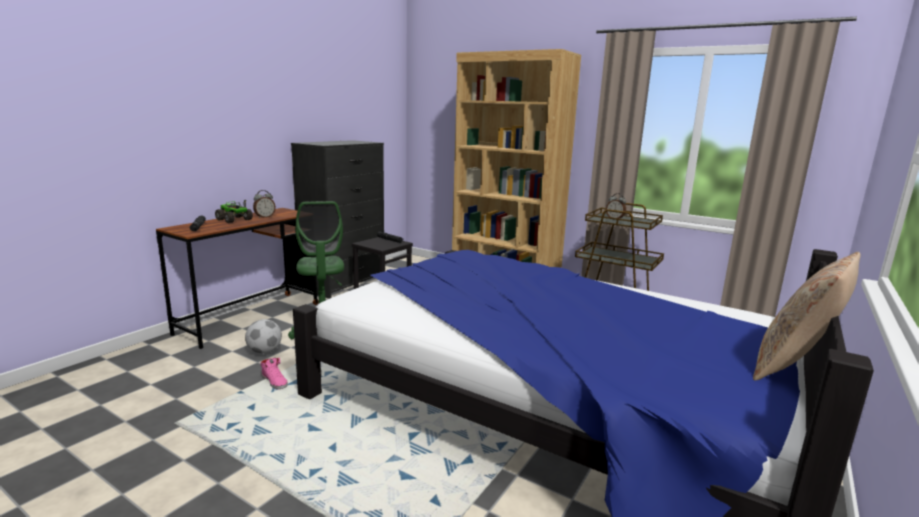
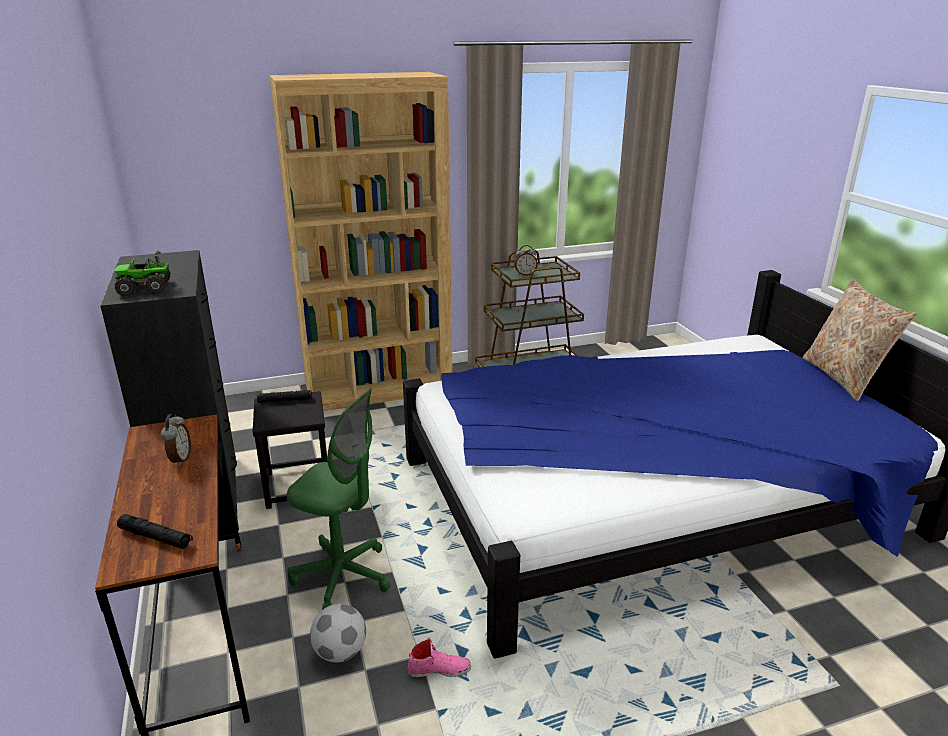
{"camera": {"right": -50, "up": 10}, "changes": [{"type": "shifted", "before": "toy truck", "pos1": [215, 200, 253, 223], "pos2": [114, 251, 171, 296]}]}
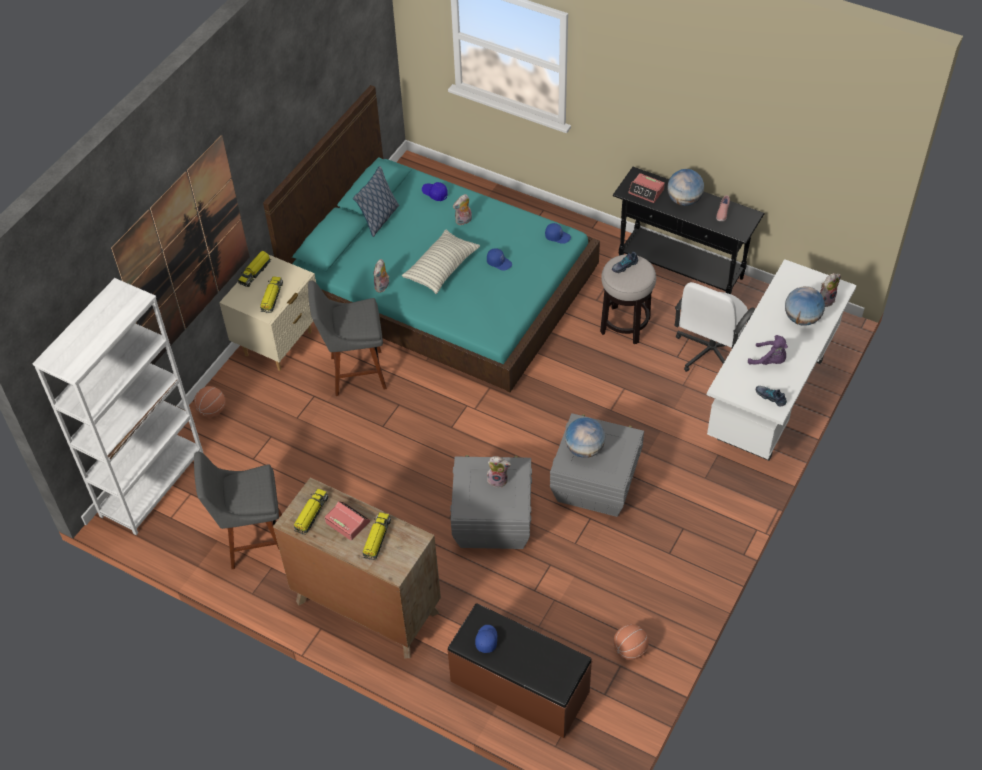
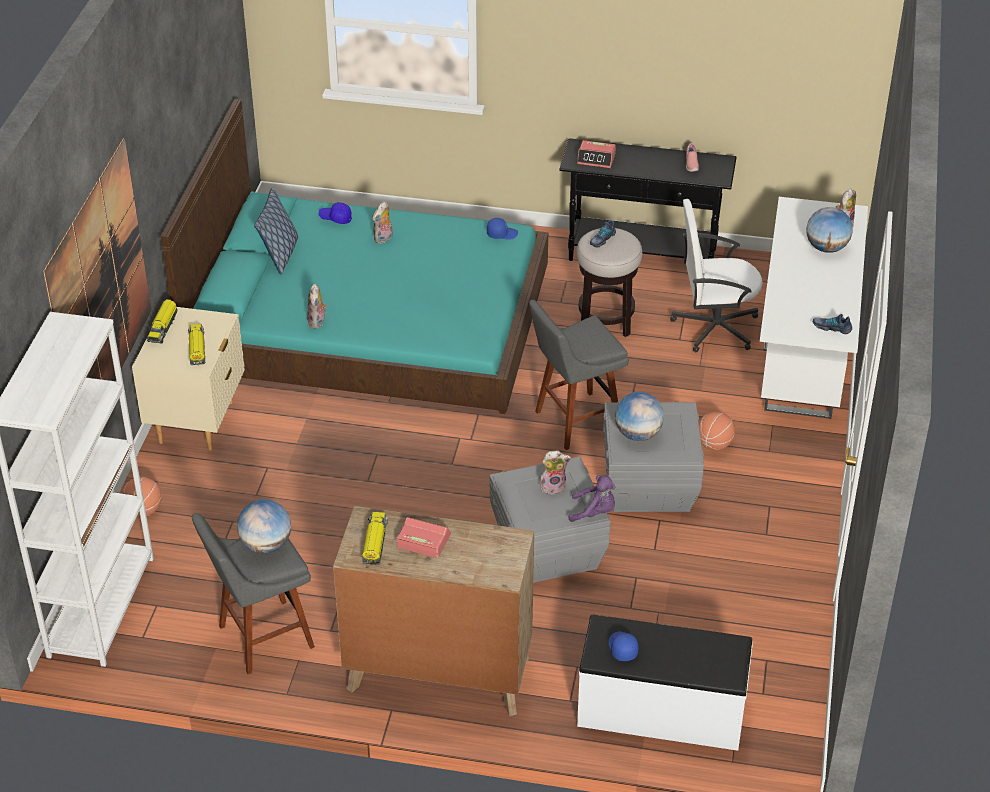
{"camera": {"right": -20, "up": -10}, "changes": [{"type": "gone", "before": "toy truck", "pos1": [363, 512, 391, 560]}, {"type": "gone", "before": "pillow", "pos1": [402, 229, 480, 294]}, {"type": "gone", "before": "cap in blue", "pos1": [487, 248, 512, 271]}, {"type": "shifted", "before": "stool in grey", "pos1": [308, 280, 387, 396], "pos2": [529, 300, 629, 450]}, {"type": "shifted", "before": "basketball", "pos1": [613, 624, 649, 660], "pos2": [699, 412, 735, 450]}, {"type": "shifted", "before": "globe", "pos1": [667, 169, 704, 206], "pos2": [237, 499, 291, 554]}, {"type": "shifted", "before": "plush toy in purple", "pos1": [748, 335, 788, 365], "pos2": [568, 475, 616, 522]}, {"type": "repainted", "before": "bench in brown", "after": "bench in white", "pos1": [447, 603, 592, 738], "pos2": [577, 615, 753, 751]}, {"type": "rotated", "before": "office chair in white", "pos1": [675, 282, 756, 372], "pos2": [670, 199, 763, 352], "turn": 75}]}
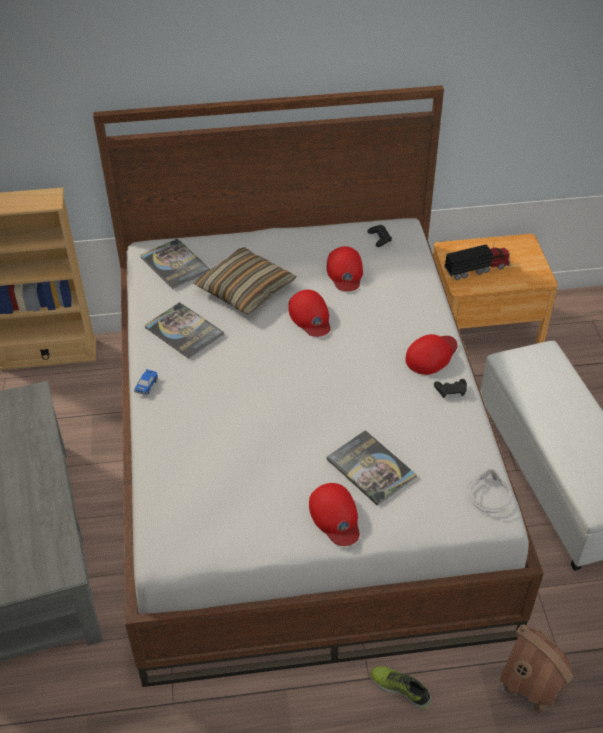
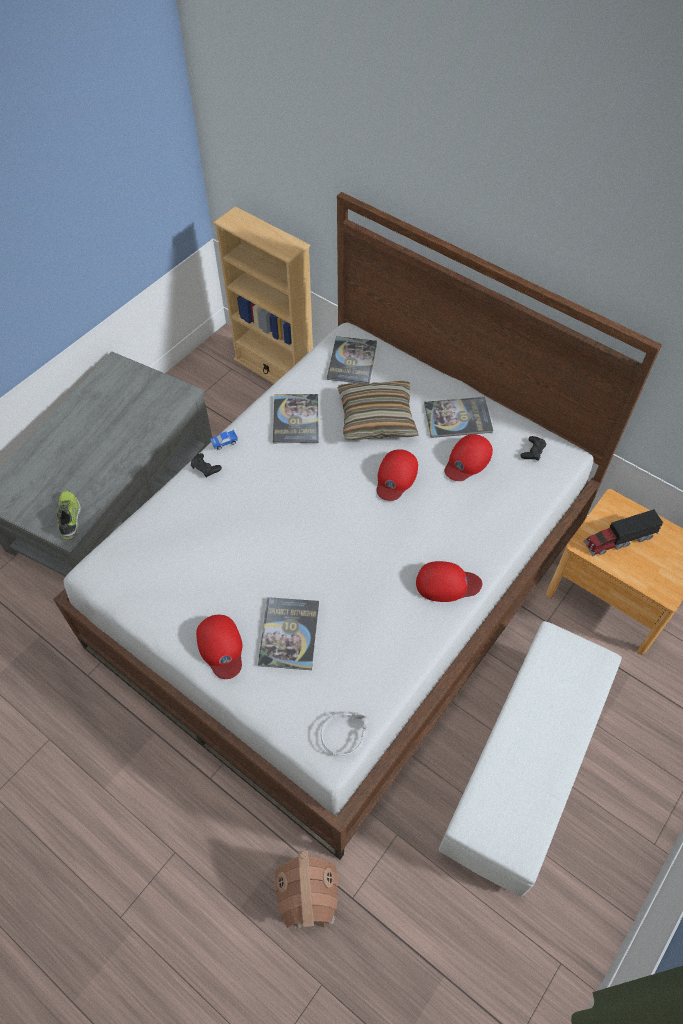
{"camera": {"right": 45, "up": 10}, "changes": [{"type": "new", "after": "book", "pos2": [424, 397, 493, 438]}, {"type": "shifted", "before": "shoe", "pos1": [370, 666, 432, 709], "pos2": [57, 491, 81, 540]}, {"type": "shifted", "before": "game controller in black", "pos1": [434, 379, 467, 398], "pos2": [191, 453, 222, 478]}, {"type": "rotated", "before": "cap in red", "pos1": [309, 483, 360, 546], "pos2": [196, 615, 243, 679], "turn": -45}, {"type": "rotated", "before": "toy truck", "pos1": [444, 244, 510, 280], "pos2": [584, 509, 663, 556], "turn": 135}]}
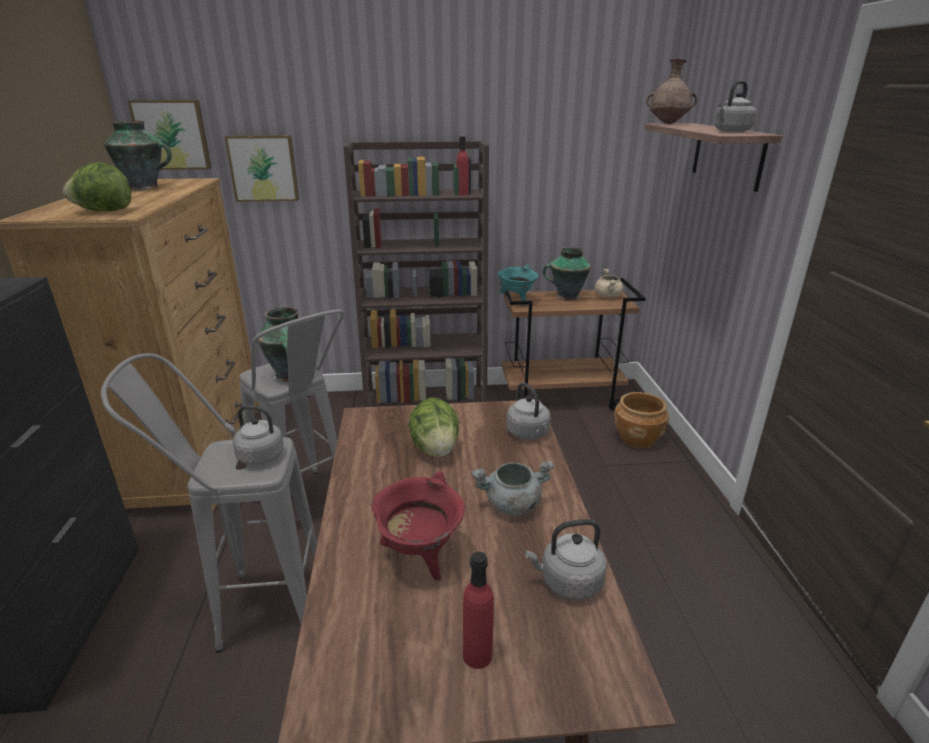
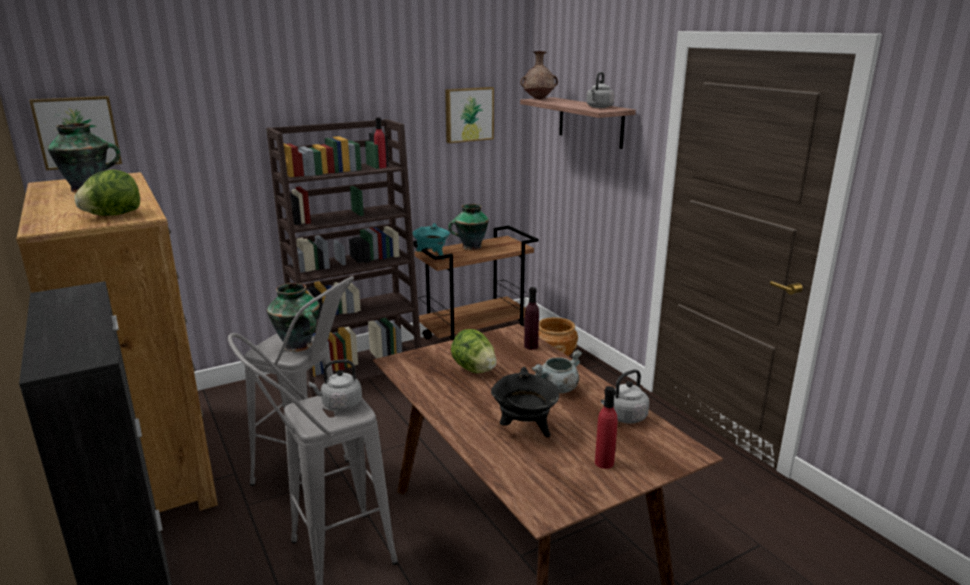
{"camera": {"right": -25, "up": -5}, "changes": [{"type": "gone", "before": "cooking pot in beige", "pos1": [595, 269, 623, 297]}, {"type": "shifted", "before": "picture", "pos1": [225, 135, 299, 202], "pos2": [445, 87, 494, 143]}, {"type": "swapped", "before": "kettle in grey", "after": "bottle in purple", "pos1": [506, 383, 551, 440], "pos2": [524, 287, 539, 350]}, {"type": "repainted", "before": "cooking pot in red", "after": "cooking pot in black", "pos1": [371, 471, 465, 580], "pos2": [491, 367, 560, 437]}]}
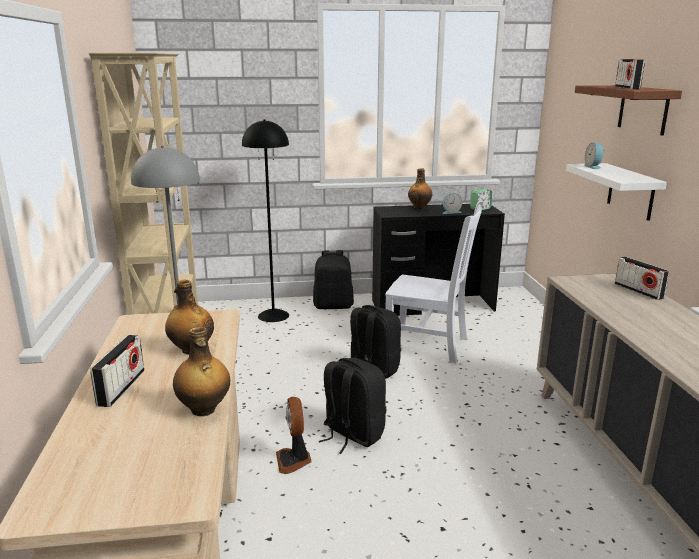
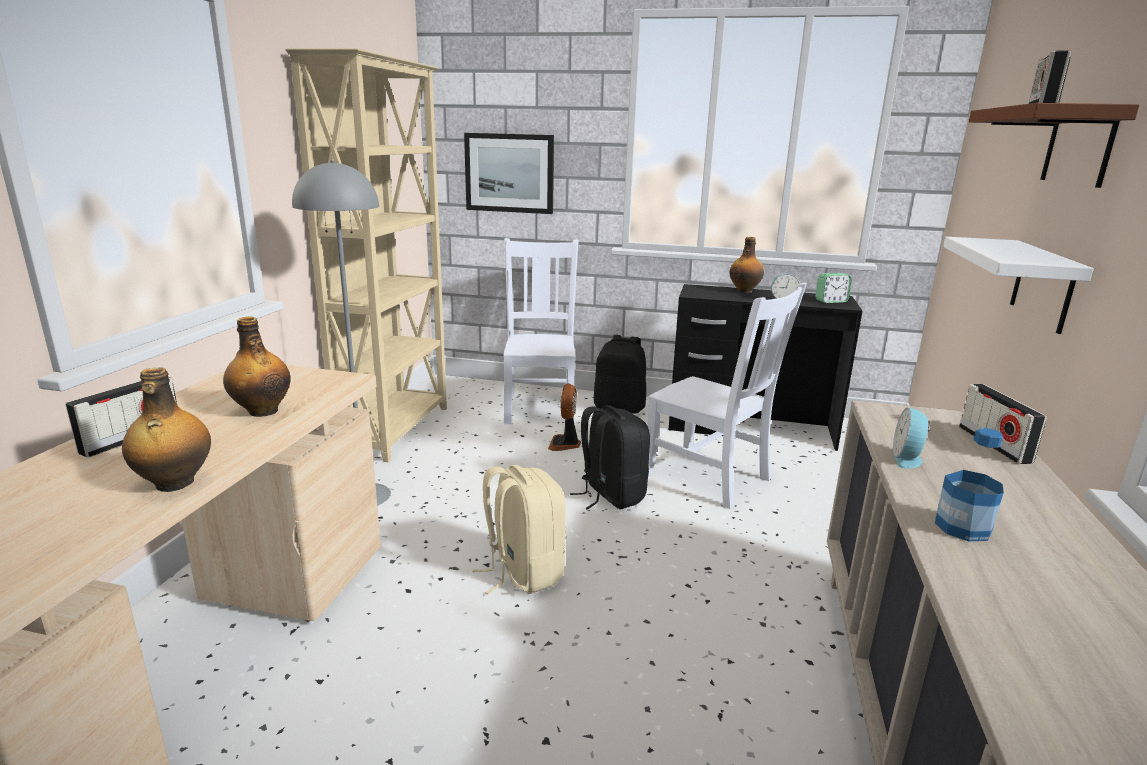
{"camera": {"right": 20, "up": 0}, "changes": [{"type": "new", "after": "picture", "pos2": [464, 133, 554, 214]}, {"type": "new", "after": "bottle", "pos2": [935, 428, 1004, 541]}, {"type": "shifted", "before": "fan", "pos1": [276, 397, 312, 474], "pos2": [548, 384, 581, 451]}, {"type": "shifted", "before": "alarm clock", "pos1": [584, 142, 604, 169], "pos2": [892, 408, 933, 469]}, {"type": "swapped", "before": "floor lamp in black", "after": "chair in white", "pos1": [242, 119, 289, 322], "pos2": [503, 238, 579, 424]}, {"type": "repainted", "before": "backpack in black", "after": "backpack in beige", "pos1": [318, 358, 386, 454], "pos2": [472, 465, 566, 594]}]}
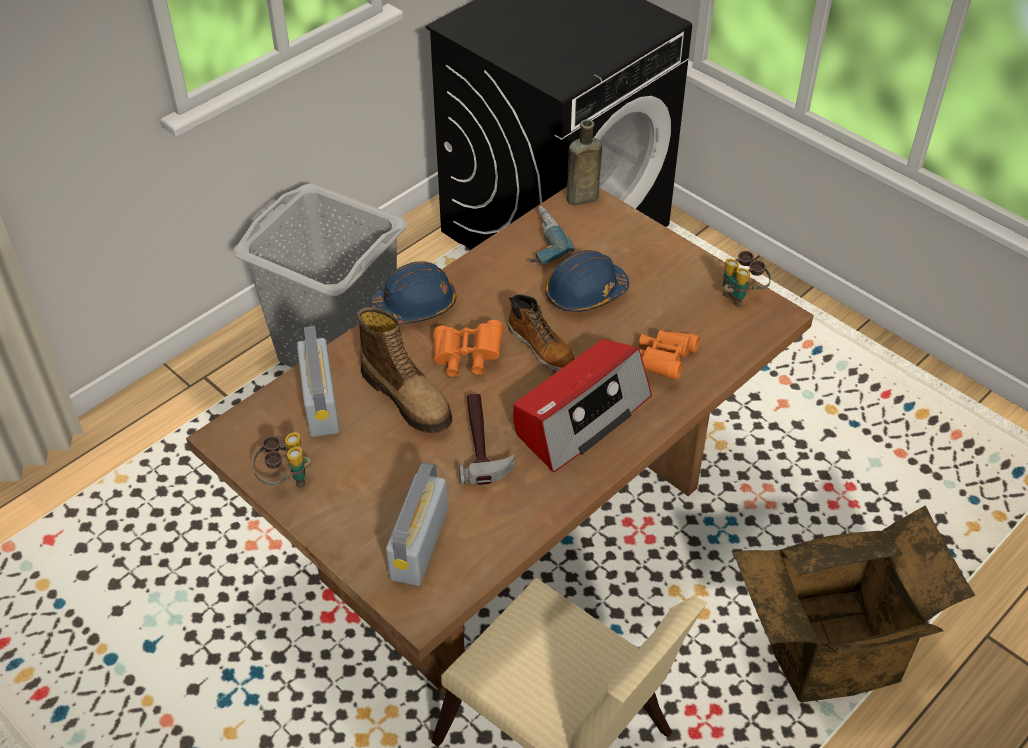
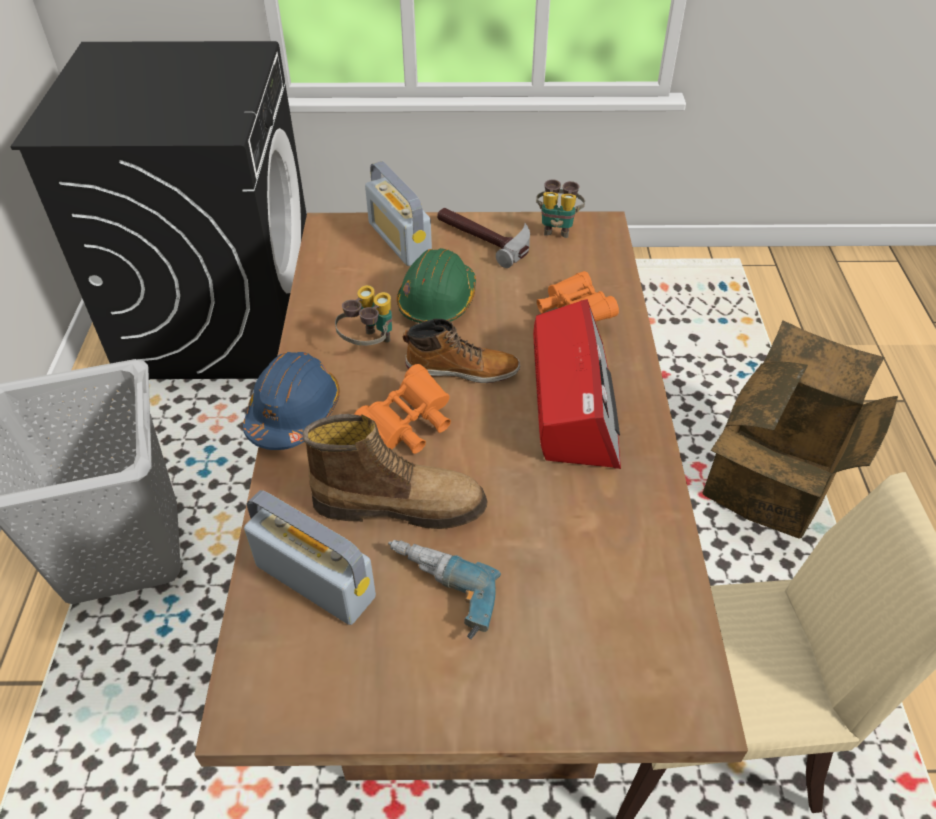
{"camera": {"right": -45, "up": 0}, "changes": [{"type": "gone", "before": "bottle in brown", "pos1": [566, 119, 602, 206]}, {"type": "shifted", "before": "binoculars", "pos1": [253, 432, 312, 488], "pos2": [335, 285, 392, 346]}, {"type": "shifted", "before": "radio", "pos1": [386, 462, 448, 586], "pos2": [365, 161, 432, 266]}, {"type": "shifted", "before": "hammer", "pos1": [459, 393, 516, 486], "pos2": [437, 208, 530, 268]}, {"type": "shifted", "before": "power drill", "pos1": [530, 206, 574, 265], "pos2": [388, 540, 501, 639]}, {"type": "repainted", "before": "hard hat in blue", "after": "hard hat in green", "pos1": [545, 250, 629, 312], "pos2": [397, 248, 476, 323]}]}
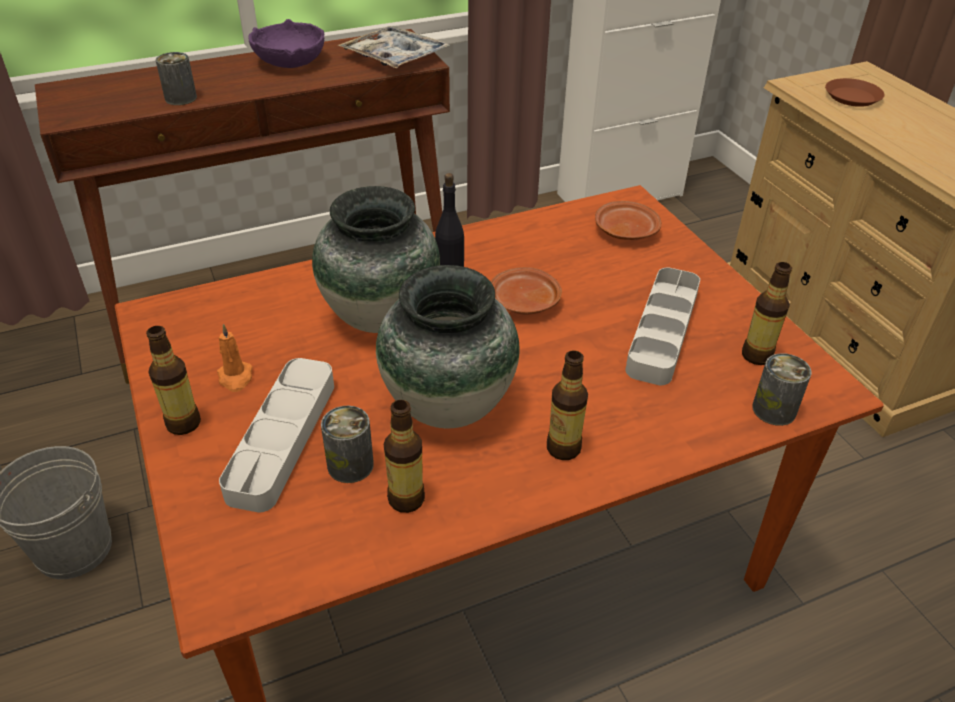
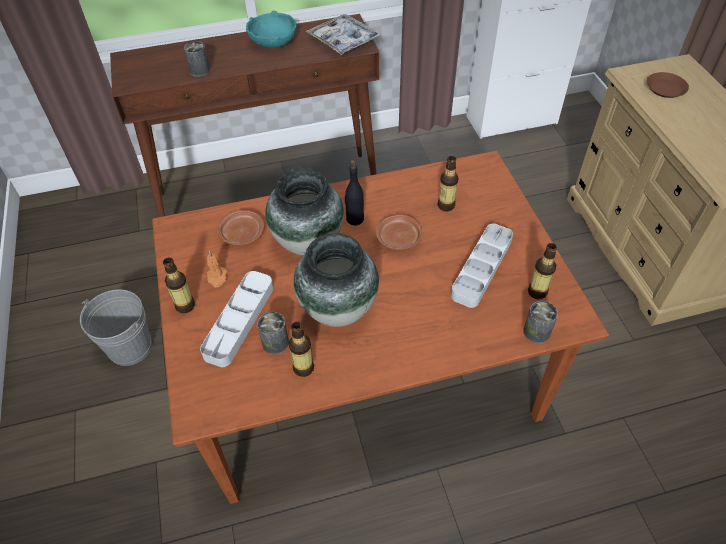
{"camera": {"right": 10, "up": 10}, "changes": [{"type": "shifted", "before": "bottle", "pos1": [547, 350, 588, 460], "pos2": [437, 156, 459, 211]}, {"type": "shifted", "before": "plate in brown", "pos1": [595, 201, 662, 240], "pos2": [218, 210, 264, 245]}, {"type": "repainted", "before": "bowl in purple", "after": "bowl in turquoise", "pos1": [248, 19, 324, 68], "pos2": [246, 10, 297, 48]}]}
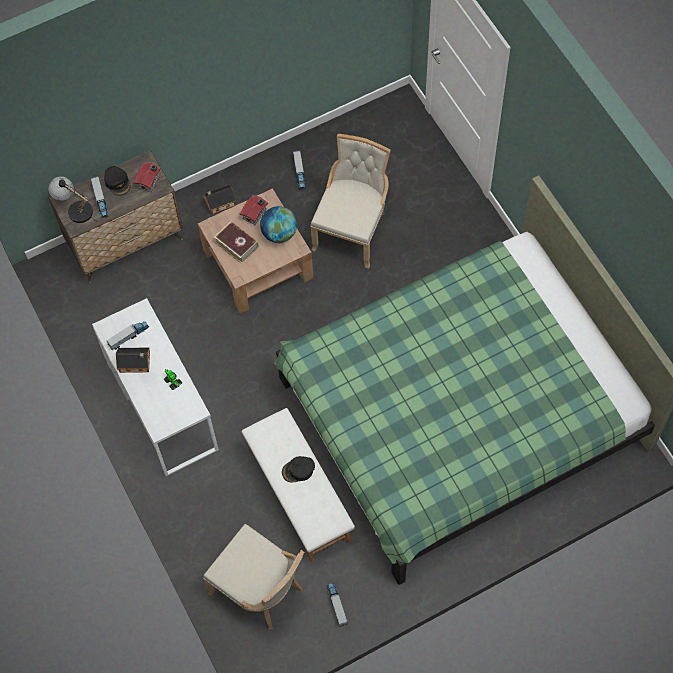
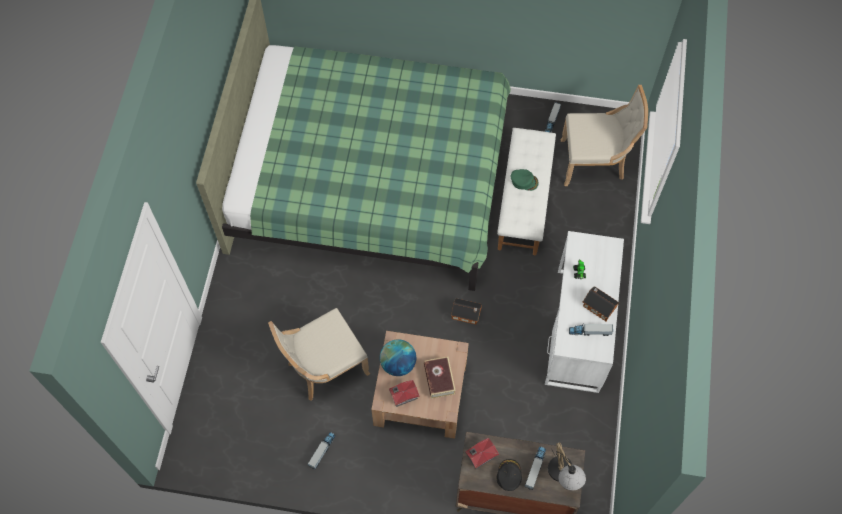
{"camera": {"right": -145, "up": 0}, "changes": [{"type": "shifted", "before": "toy house", "pos1": [203, 185, 236, 214], "pos2": [451, 298, 482, 324]}, {"type": "repainted", "before": "cap in black", "after": "cap in green", "pos1": [282, 456, 315, 482], "pos2": [511, 169, 539, 191]}, {"type": "rotated", "before": "chair in beige", "pos1": [203, 524, 304, 630], "pos2": [561, 85, 648, 186], "turn": 105}]}
